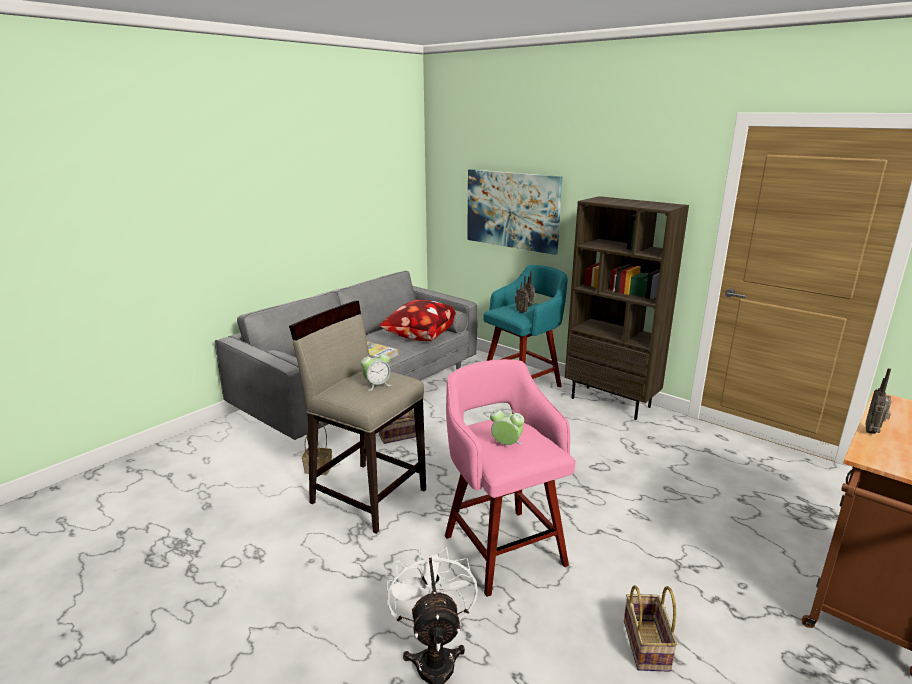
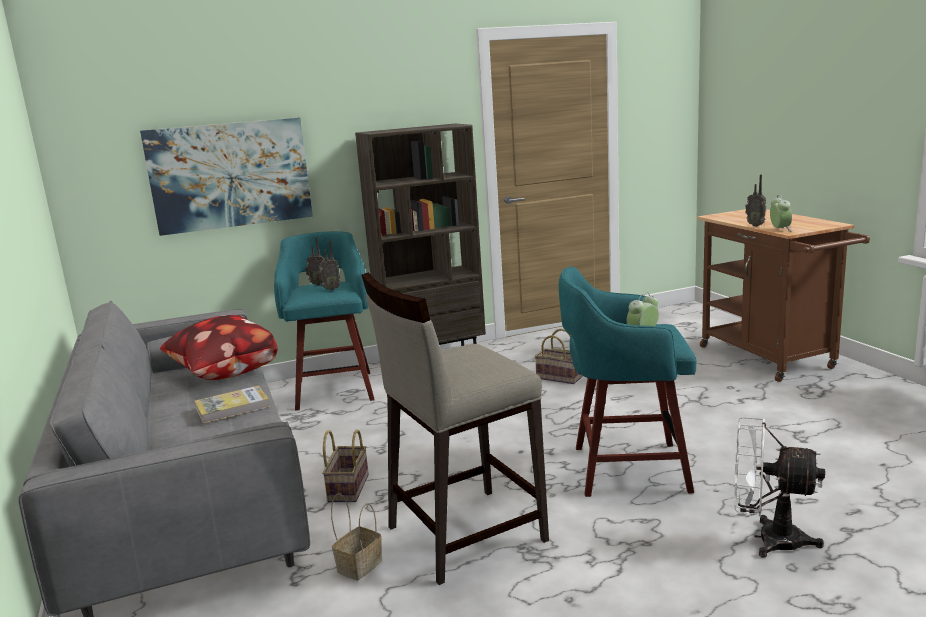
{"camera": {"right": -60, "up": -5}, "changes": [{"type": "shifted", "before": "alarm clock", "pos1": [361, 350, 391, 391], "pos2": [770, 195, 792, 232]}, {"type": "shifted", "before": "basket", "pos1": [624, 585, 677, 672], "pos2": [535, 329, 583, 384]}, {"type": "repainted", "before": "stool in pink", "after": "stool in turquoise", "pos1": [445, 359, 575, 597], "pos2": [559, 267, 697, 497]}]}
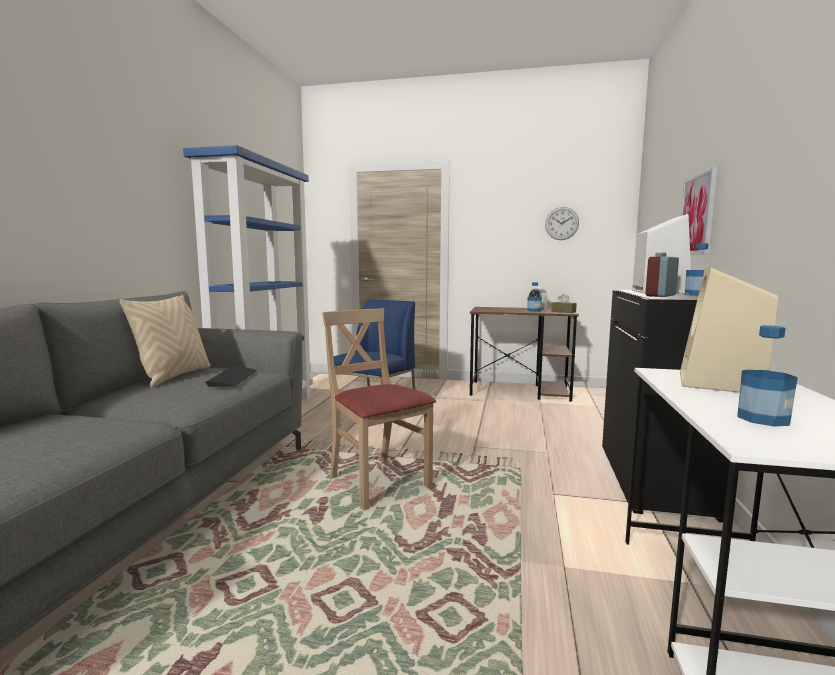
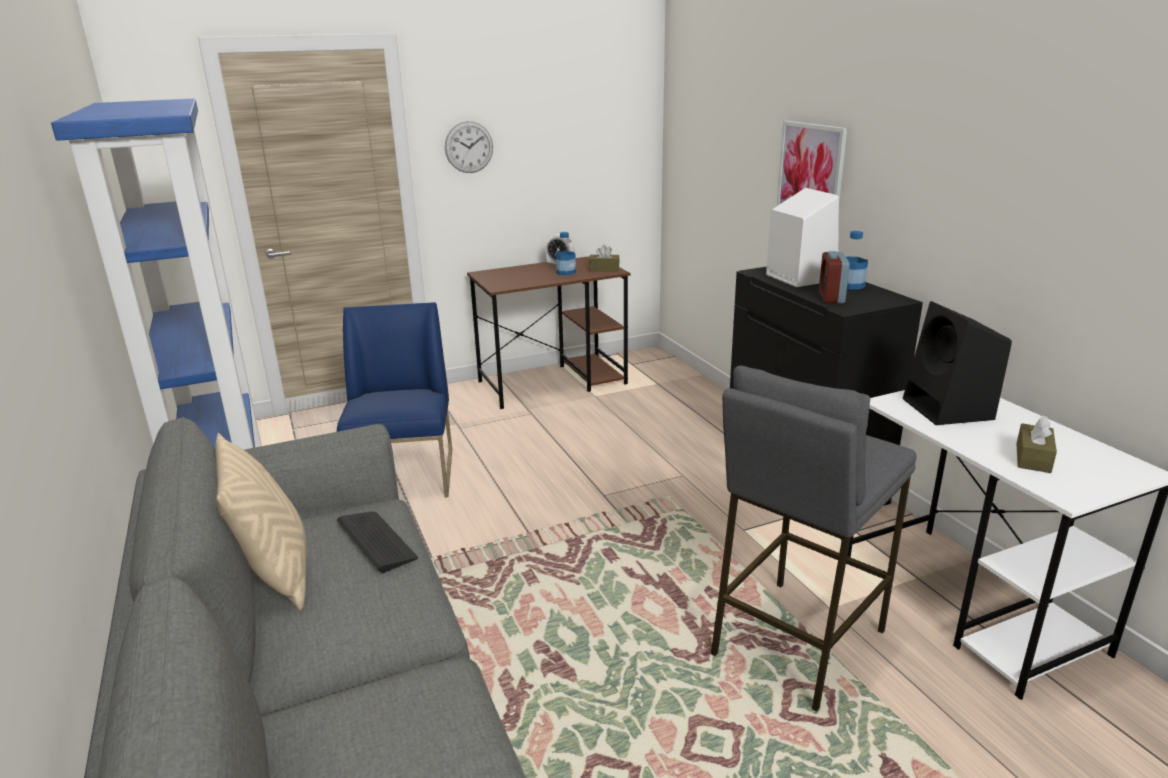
{"camera": {"right": -35, "up": 15}, "changes": [{"type": "gone", "before": "chair in beige", "pos1": [322, 308, 436, 510]}, {"type": "new", "after": "stool in grey", "pos2": [711, 366, 917, 712]}, {"type": "shifted", "before": "wall clock", "pos1": [545, 207, 579, 240], "pos2": [445, 121, 493, 173]}, {"type": "swapped", "before": "bottle", "after": "tissue box in brown", "pos1": [737, 325, 798, 426], "pos2": [1016, 416, 1057, 473]}, {"type": "repainted", "before": "speaker in beige", "after": "speaker in black", "pos1": [680, 267, 778, 393], "pos2": [903, 301, 1012, 425]}]}
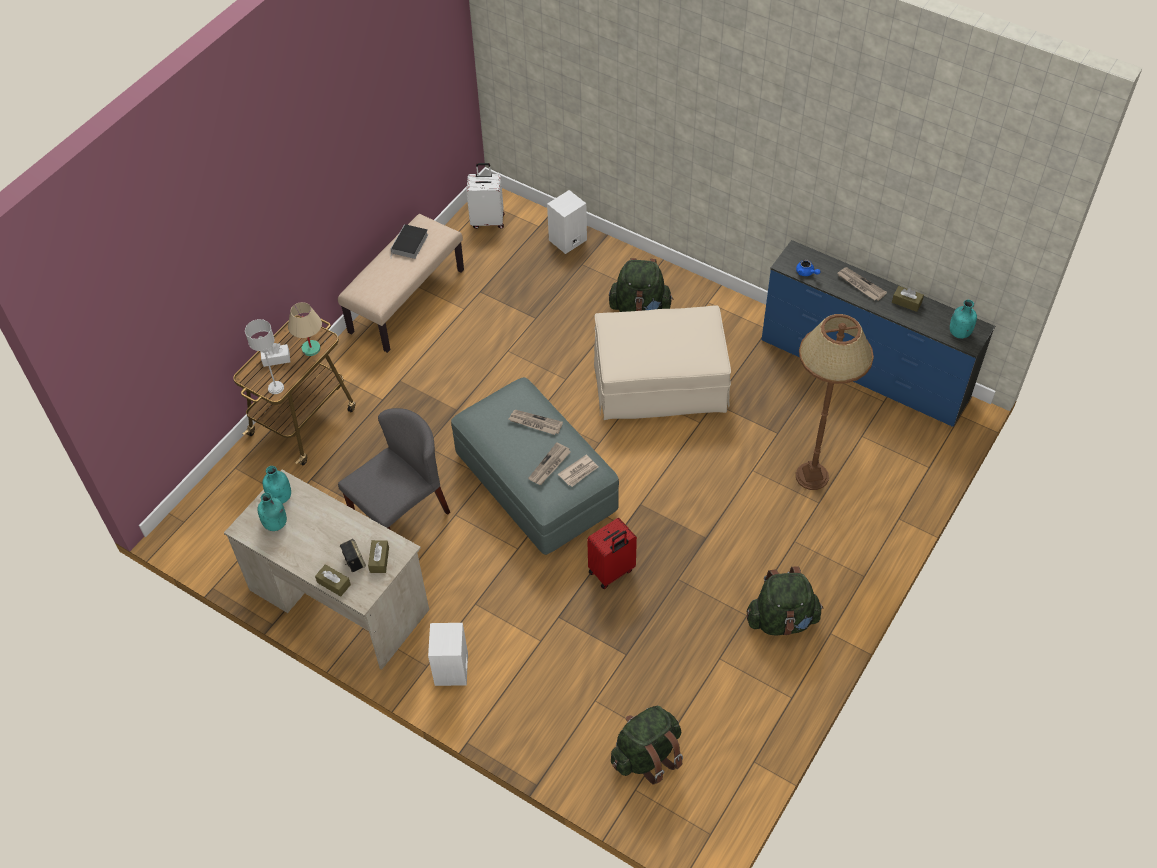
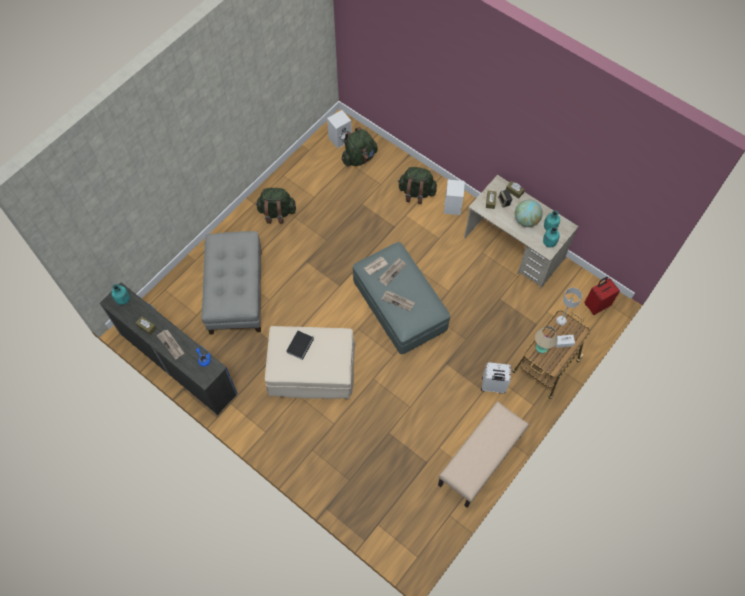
{"camera": {"right": -175, "up": 10}, "changes": [{"type": "gone", "before": "chair in grey", "pos1": [338, 408, 450, 529]}, {"type": "new", "after": "globe", "pos2": [515, 200, 543, 227]}, {"type": "shifted", "before": "book", "pos1": [390, 224, 428, 259], "pos2": [286, 331, 315, 360]}, {"type": "shifted", "before": "suitcase in white", "pos1": [466, 163, 505, 229], "pos2": [481, 362, 511, 394]}, {"type": "shifted", "before": "speaker in white", "pos1": [547, 190, 587, 254], "pos2": [327, 110, 352, 149]}, {"type": "shifted", "before": "suitcase in red", "pos1": [587, 518, 637, 589], "pos2": [584, 276, 620, 315]}, {"type": "shifted", "before": "backpack in green", "pos1": [609, 258, 673, 312], "pos2": [398, 167, 437, 204]}, {"type": "swapped", "before": "floor lamp in brown", "after": "ottoman in grey", "pos1": [796, 314, 874, 490], "pos2": [201, 231, 262, 335]}]}
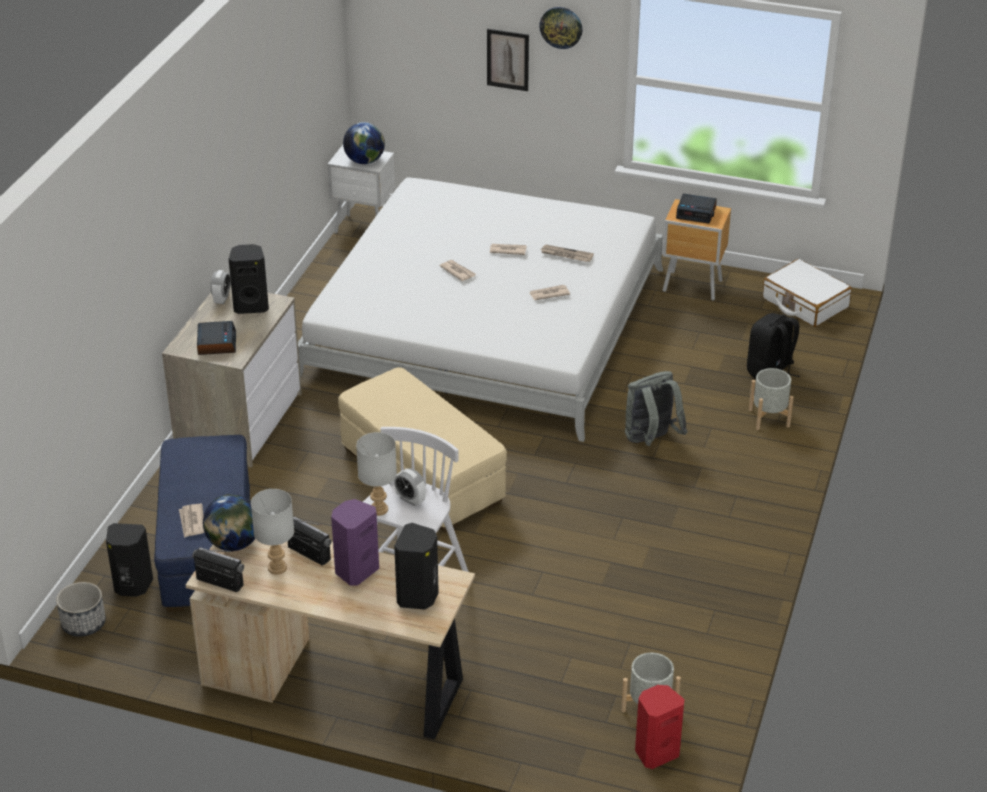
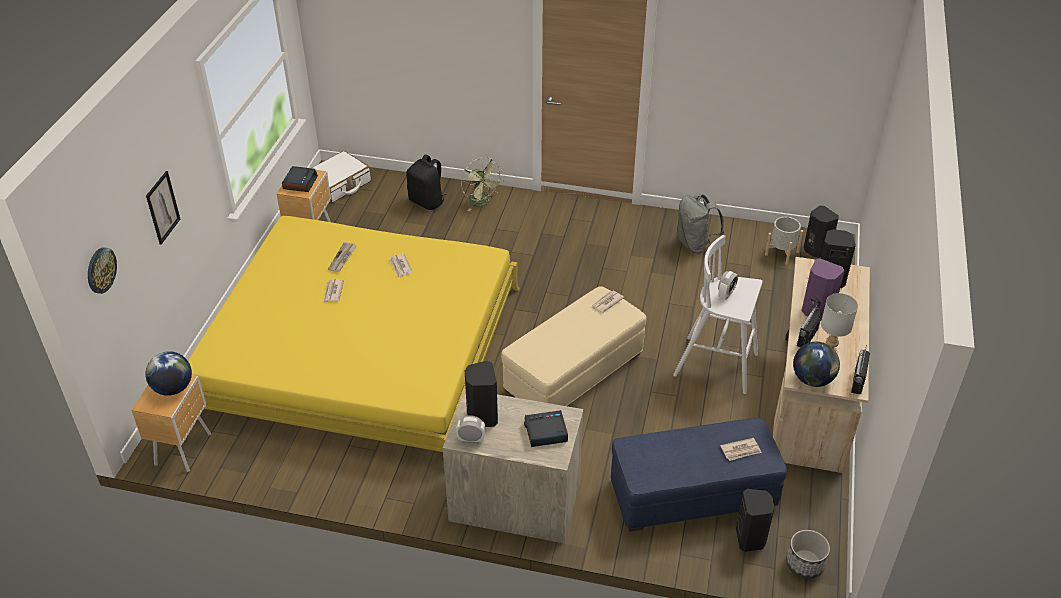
{"camera": {"right": -95, "up": 5}, "changes": [{"type": "gone", "before": "table lamp in grey", "pos1": [356, 432, 397, 516]}, {"type": "shifted", "before": "newspaper", "pos1": [439, 260, 476, 281], "pos2": [591, 291, 624, 313]}, {"type": "shifted", "before": "wall clock", "pos1": [539, 7, 582, 49], "pos2": [88, 247, 117, 294]}, {"type": "shifted", "before": "backpack in grey", "pos1": [625, 371, 687, 446], "pos2": [677, 193, 724, 253]}, {"type": "swapped", "before": "planter in grey", "after": "fan in green", "pos1": [749, 368, 794, 430], "pos2": [461, 157, 504, 211]}, {"type": "repainted", "before": "bed in white", "after": "bed in yellow", "pos1": [298, 178, 663, 442], "pos2": [188, 216, 520, 452]}, {"type": "repainted", "before": "nightstand in white", "after": "nightstand in brown", "pos1": [328, 145, 395, 233], "pos2": [131, 375, 211, 472]}, {"type": "repainted", "before": "speaker in red", "after": "speaker in black", "pos1": [635, 685, 684, 769], "pos2": [804, 206, 839, 258]}]}
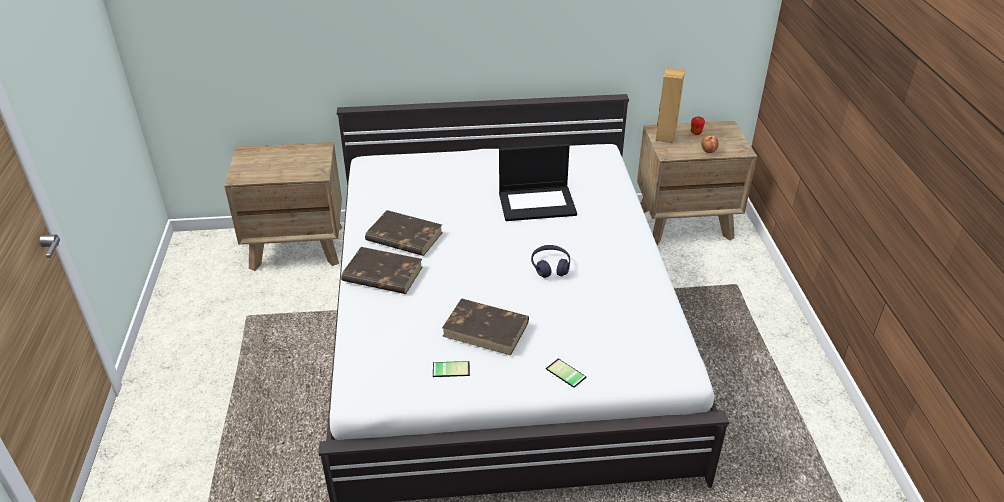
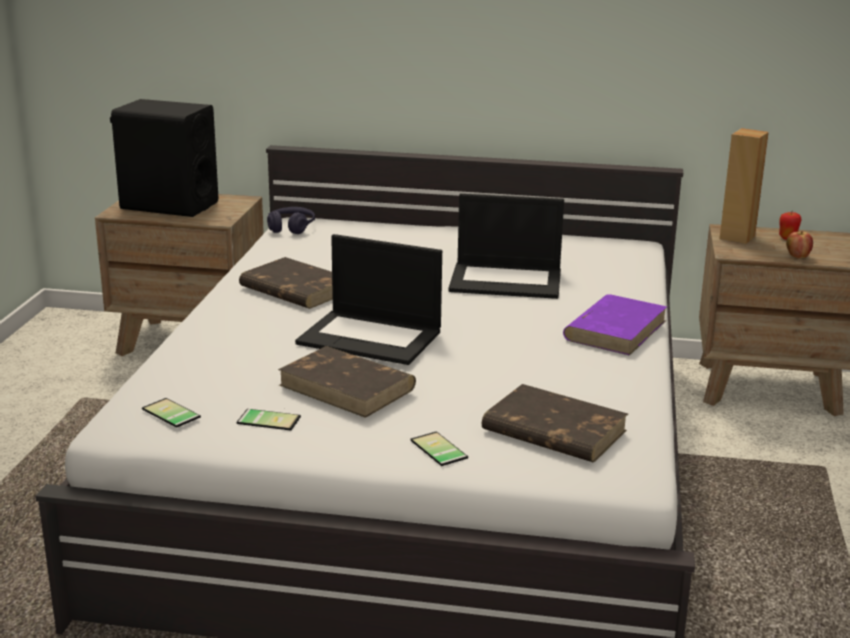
{"camera": {"right": 15, "up": -15}, "changes": [{"type": "new", "after": "speaker in black", "pos2": [110, 99, 218, 217]}, {"type": "new", "after": "phone", "pos2": [142, 398, 201, 428]}, {"type": "new", "after": "laptop", "pos2": [295, 234, 442, 365]}, {"type": "new", "after": "book in purple", "pos2": [563, 294, 667, 356]}, {"type": "shifted", "before": "book in brown", "pos1": [341, 247, 423, 294], "pos2": [482, 384, 628, 462]}, {"type": "shifted", "before": "headphones in purple", "pos1": [531, 245, 570, 278], "pos2": [267, 207, 315, 234]}]}
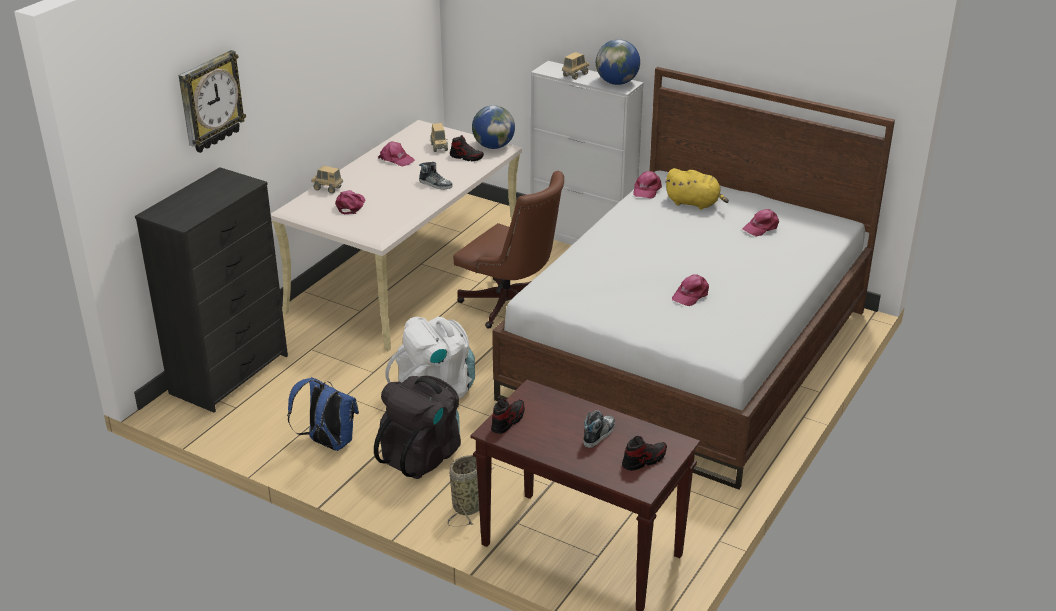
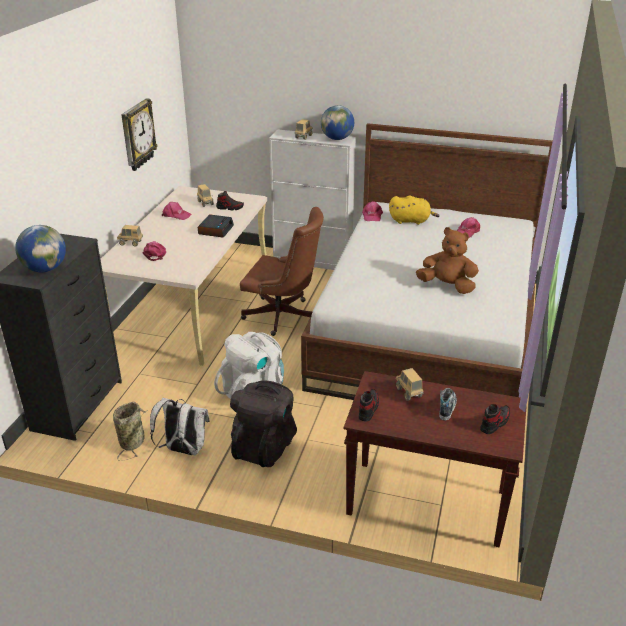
{"camera": {"right": -15, "up": 0}, "changes": [{"type": "new", "after": "toy truck", "pos2": [396, 368, 424, 401]}, {"type": "shifted", "before": "wall clock", "pos1": [178, 50, 246, 153], "pos2": [121, 98, 158, 171]}, {"type": "shifted", "before": "basket", "pos1": [448, 455, 495, 527], "pos2": [113, 402, 148, 461]}, {"type": "shifted", "before": "globe", "pos1": [472, 105, 515, 149], "pos2": [15, 225, 66, 272]}, {"type": "swapped", "before": "shoe", "after": "alarm clock", "pos1": [419, 162, 453, 190], "pos2": [198, 215, 234, 238]}, {"type": "swapped", "before": "cap in pink", "after": "plush toy in brown", "pos1": [672, 274, 709, 306], "pos2": [416, 227, 479, 294]}, {"type": "repainted", "before": "backpack in blue", "after": "backpack in white", "pos1": [287, 377, 359, 451], "pos2": [150, 398, 210, 455]}]}
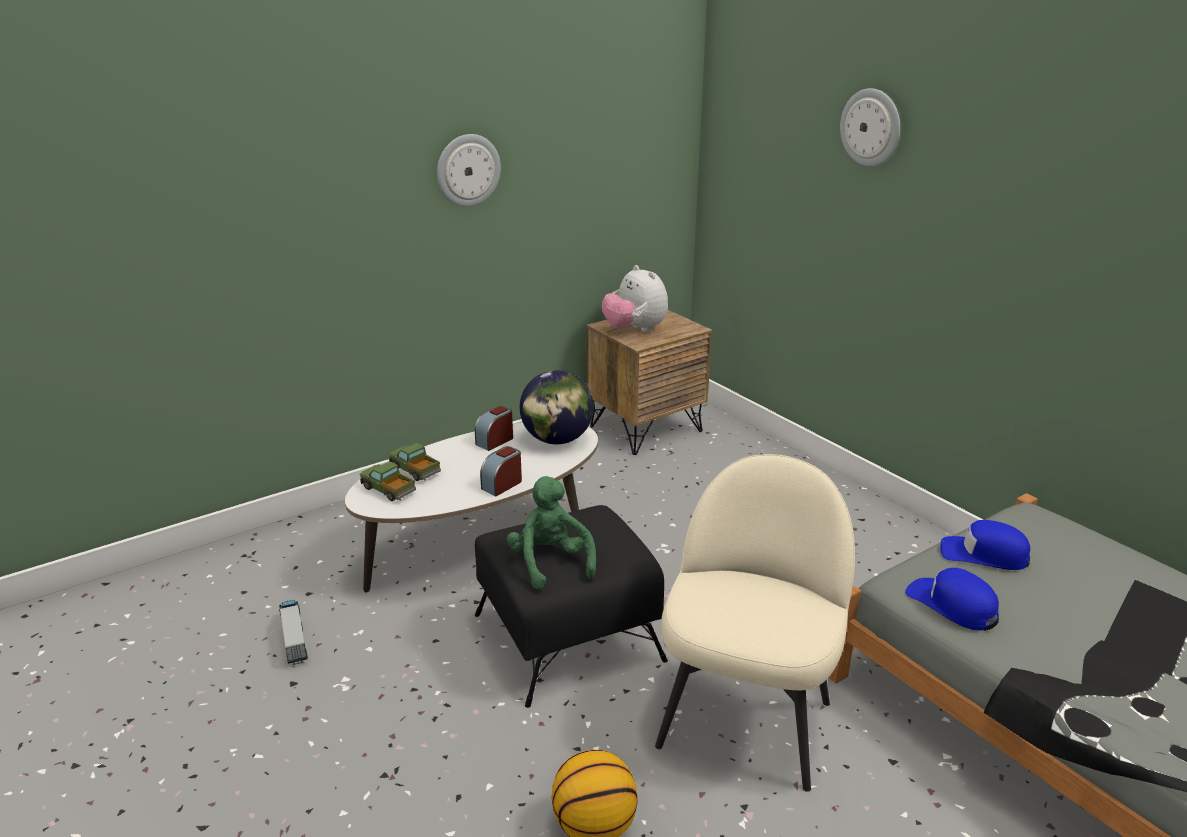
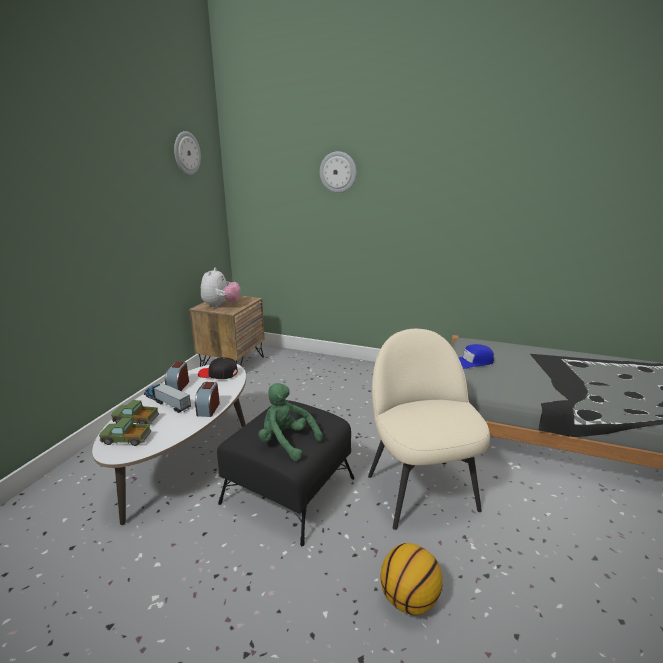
{"camera": {"right": -35, "up": -5}, "changes": [{"type": "gone", "before": "cap in blue", "pos1": [905, 568, 999, 631]}, {"type": "shifted", "before": "toy truck", "pos1": [279, 600, 308, 665], "pos2": [144, 382, 191, 413]}, {"type": "shifted", "before": "wall clock", "pos1": [437, 134, 501, 207], "pos2": [174, 131, 201, 175]}, {"type": "swapped", "before": "globe", "after": "cap in black", "pos1": [520, 370, 594, 444], "pos2": [198, 357, 238, 379]}, {"type": "rotated", "before": "plush toy", "pos1": [602, 265, 668, 332], "pos2": [201, 267, 240, 308], "turn": -105}]}
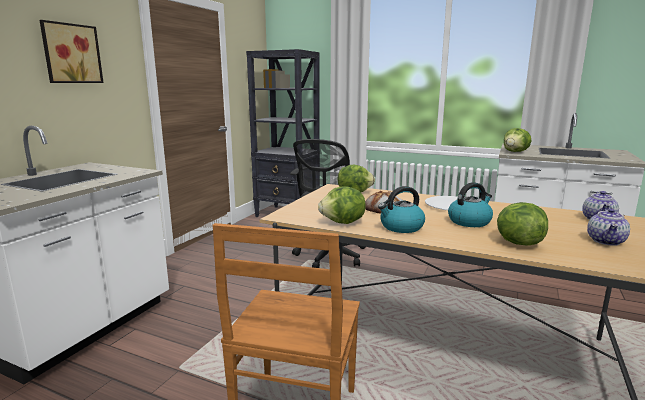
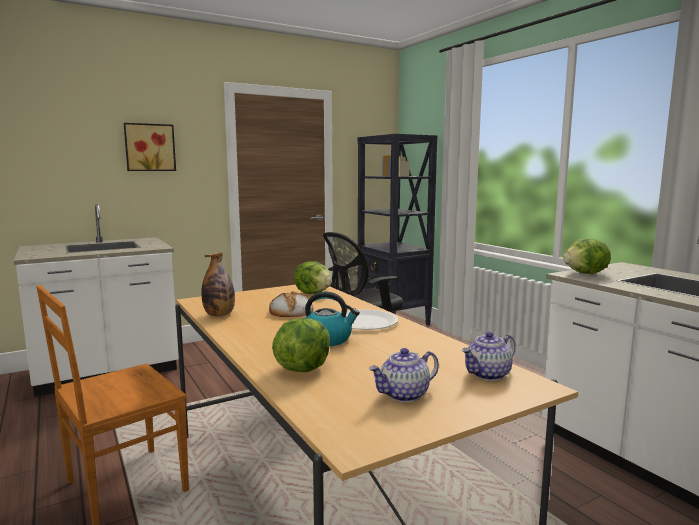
{"camera": {"right": 35, "up": -5}, "changes": [{"type": "gone", "before": "kettle", "pos1": [378, 186, 425, 233]}, {"type": "swapped", "before": "lettuce", "after": "bottle", "pos1": [318, 186, 366, 224], "pos2": [201, 252, 235, 317]}]}
